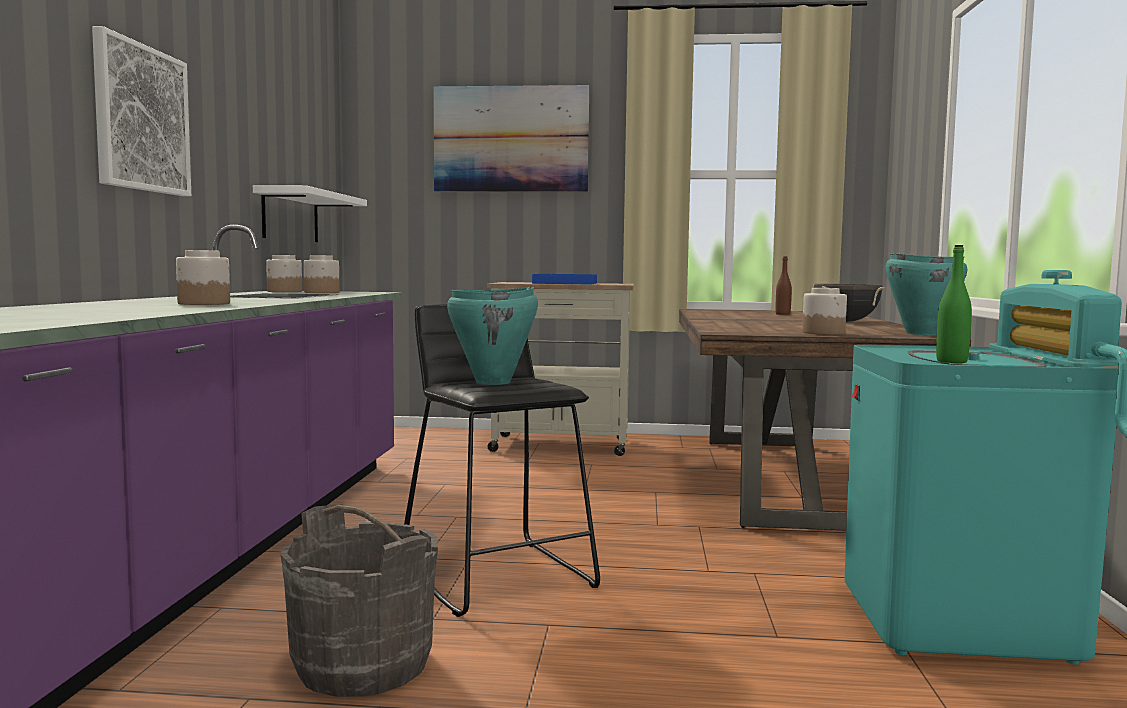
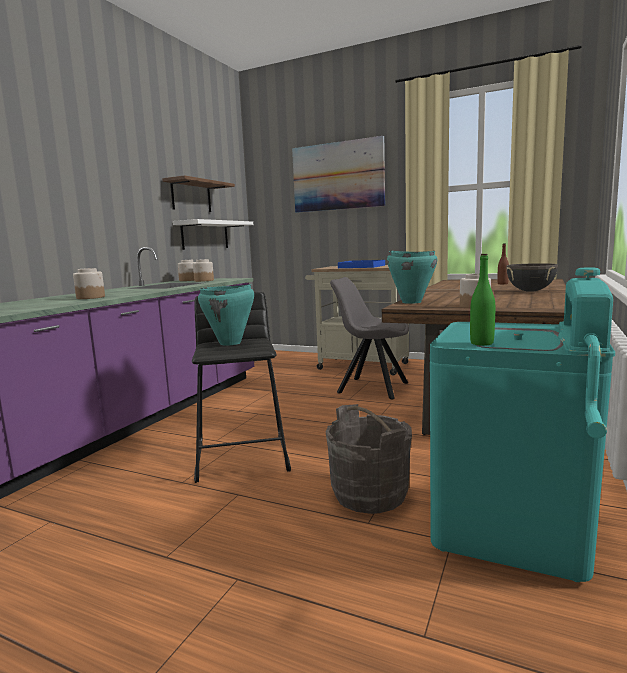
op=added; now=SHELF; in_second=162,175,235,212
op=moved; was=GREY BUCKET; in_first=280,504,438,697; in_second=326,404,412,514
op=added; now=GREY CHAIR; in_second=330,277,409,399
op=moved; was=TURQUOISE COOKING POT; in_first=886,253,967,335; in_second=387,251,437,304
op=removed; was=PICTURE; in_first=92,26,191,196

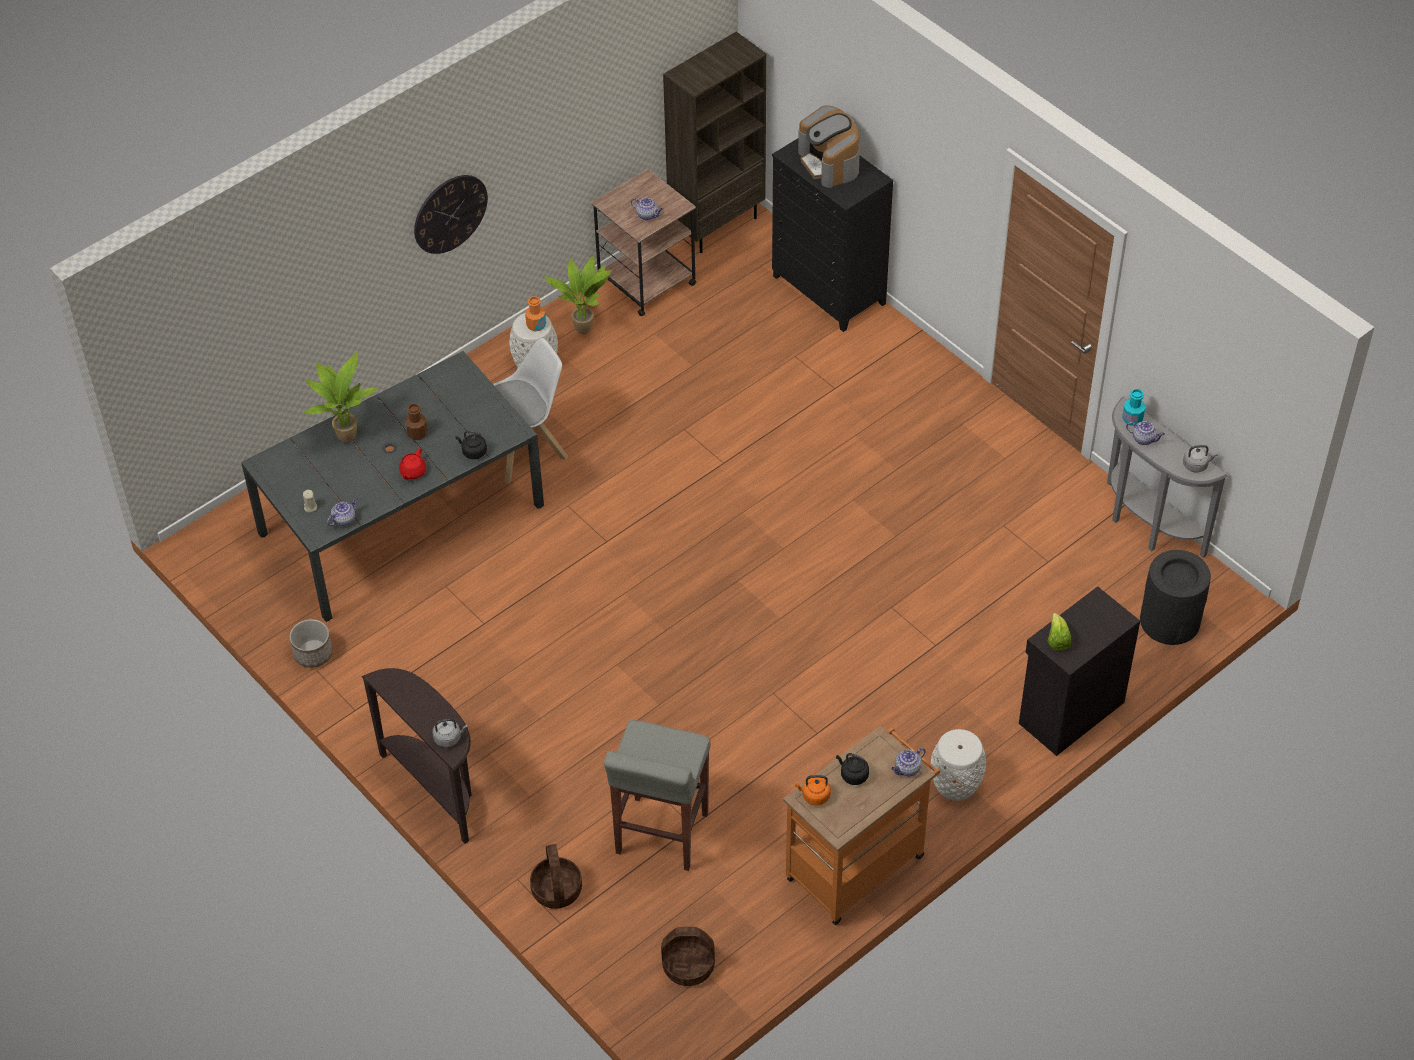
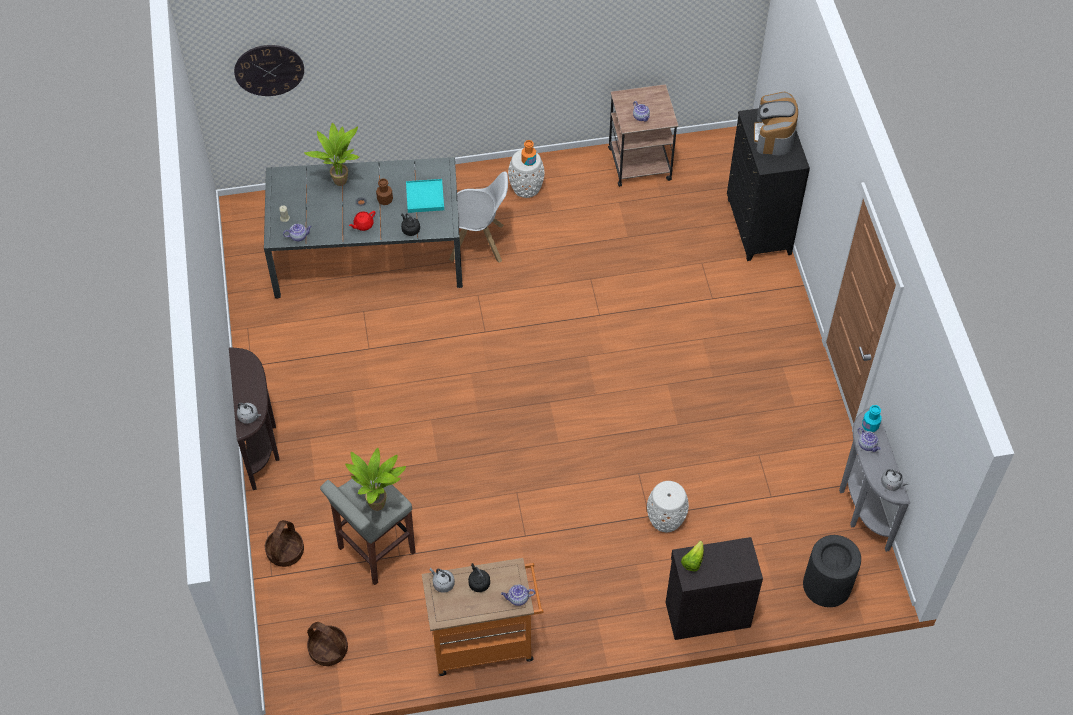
op=moved; was=WALL CLOCK; in_first=414,175,488,254; in_second=234,45,304,96
op=moved; was=POTTED PLANT; in_first=544,256,612,334; in_second=345,448,406,511
op=added; now=TURQUOISE TRAY; in_second=406,179,444,213
op=recoloured; was=ORANGE KETTLE; now=GREY KETTLE; in_first=795,775,831,806; in_second=430,568,455,593
op=moved; was=WHITE STOOL; in_first=931,729,986,801; in_second=647,481,689,532
op=removed; was=PLANTER; in_first=289,619,333,668
op=removed; was=BROWN BOOKCASE; in_first=663,32,766,253

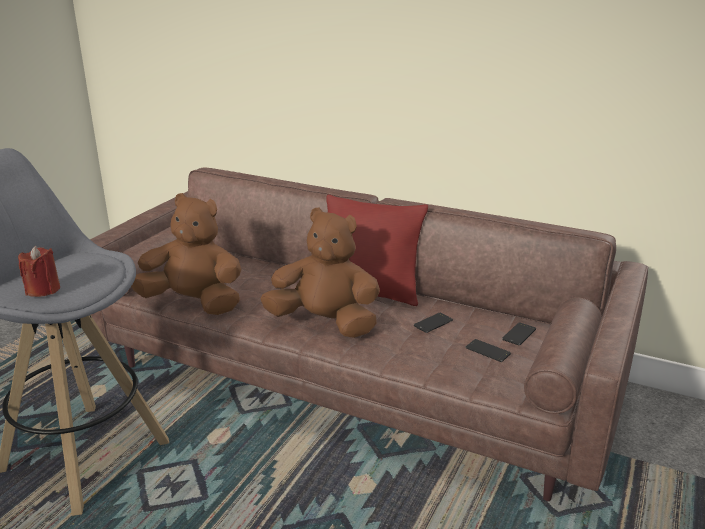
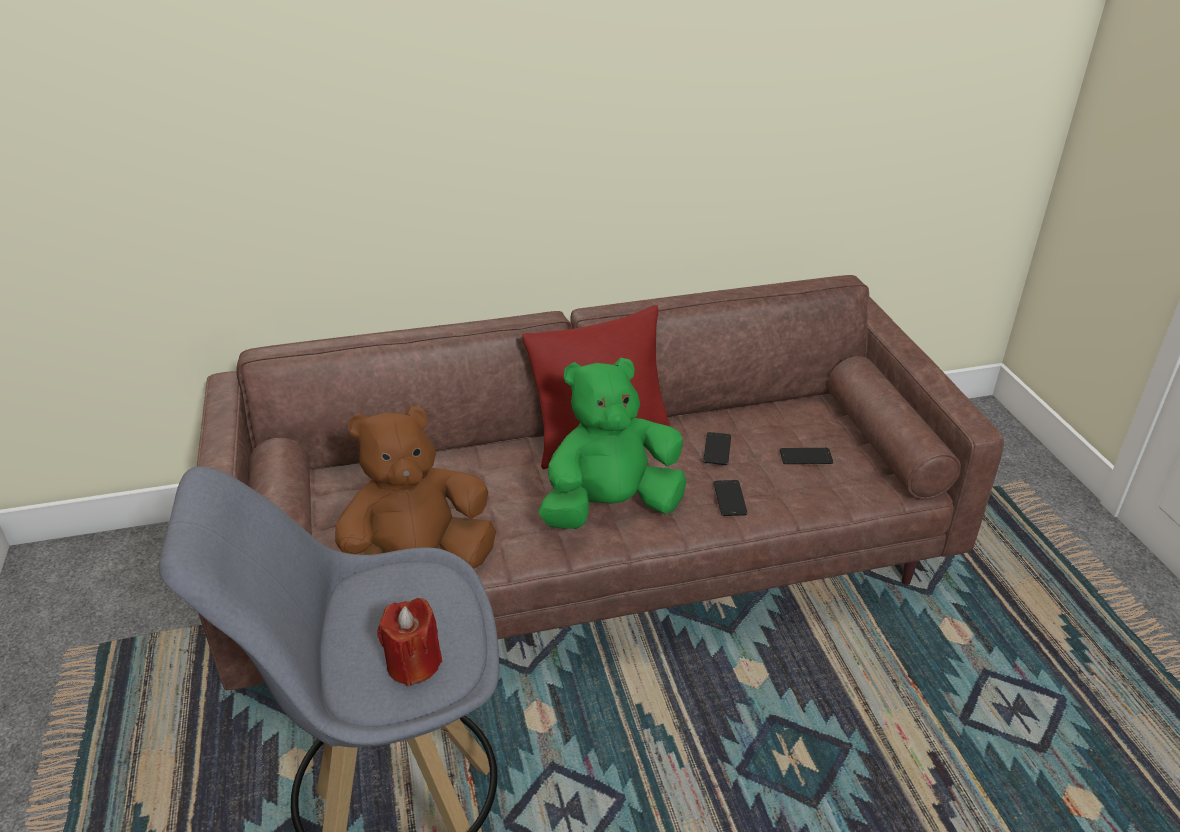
op=recoloured; was=BROWN PLUSH TOY; now=GREEN PLUSH TOY; in_first=260,208,380,338; in_second=538,358,686,529
op=moved; was=PHONE; in_first=502,322,536,345; in_second=714,480,747,516

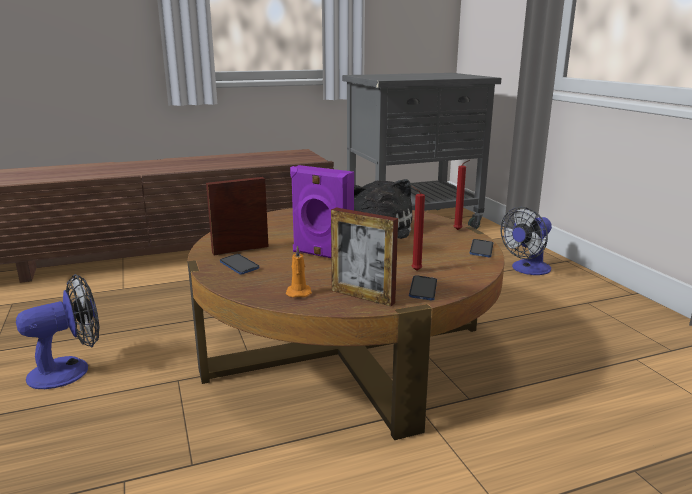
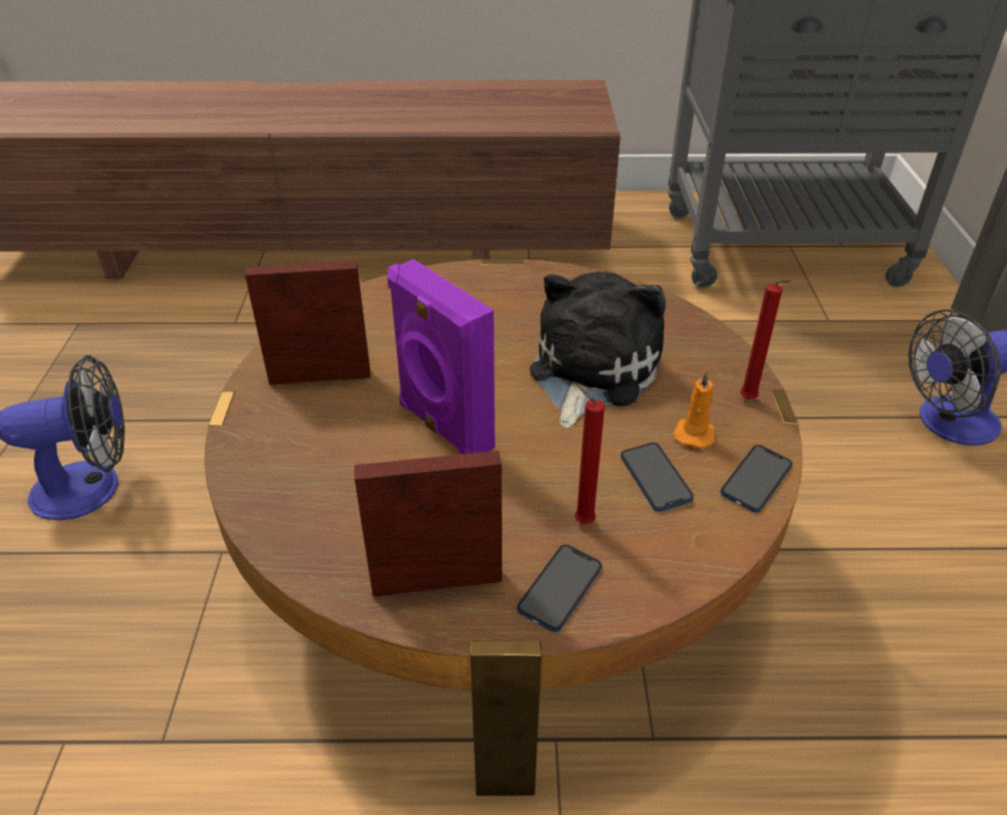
op=turned; was=PICTURE FRAME; in_first=331,207,398,306; in_second=354,451,502,597; clockwise=120
op=moved; was=PHONE; in_first=220,254,259,274; in_second=621,442,694,512
op=moved; was=ORANGE CANDLE; in_first=286,245,312,297; in_second=673,370,715,449

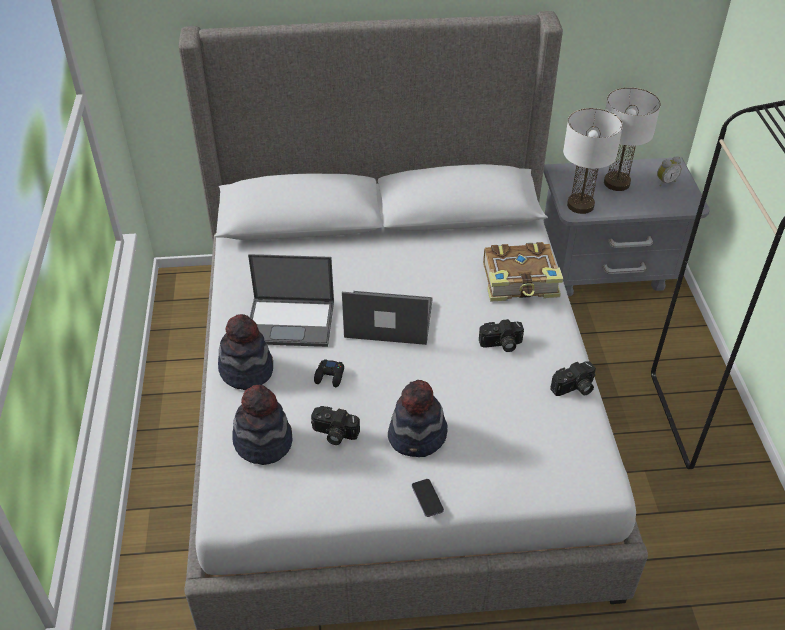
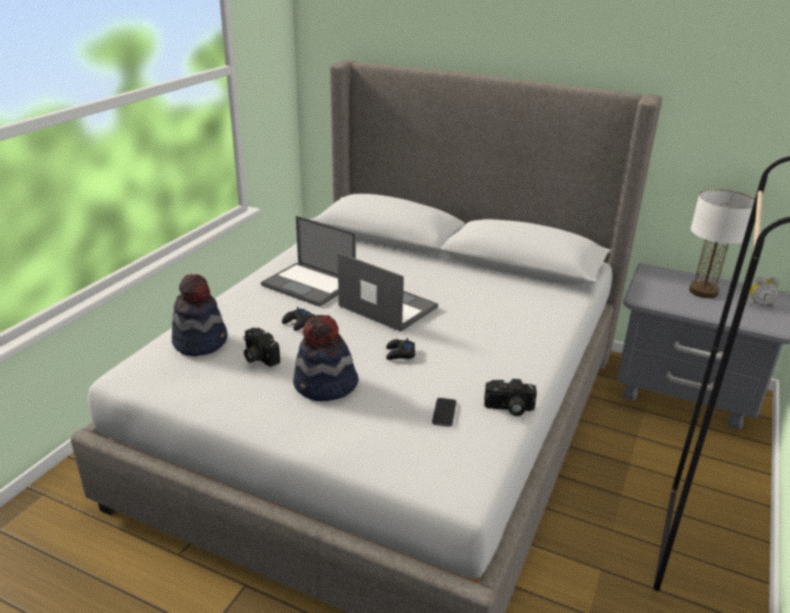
op=added; now=BLACK GAME CONTROLLER; in_second=386,338,415,360
op=moved; was=PHONE; in_first=412,479,444,517; in_second=432,398,457,427
op=removed; was=HAT; in_first=218,314,273,390
op=removed; was=PHOTO CAMERA; in_first=479,319,524,352
op=removed; was=BOOK; in_first=483,242,563,302
op=removed; was=TABLE LAMP; in_first=563,108,623,214

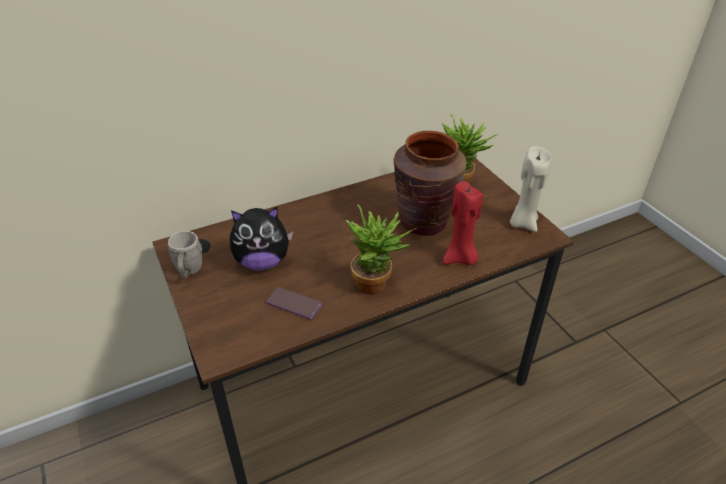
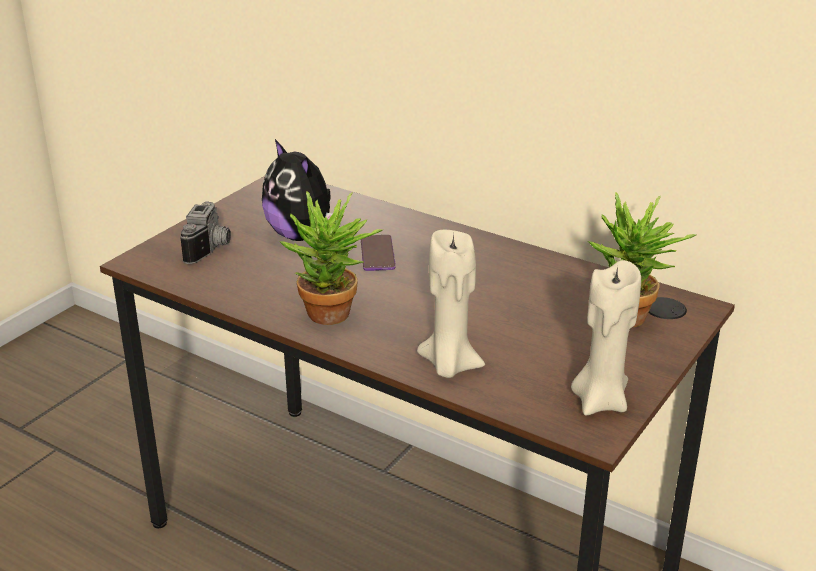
op=added; now=PHOTO CAMERA; in_second=180,202,231,264
op=moved; was=PHONE; in_first=266,287,322,319; in_second=361,235,396,271
op=recoloured; was=RED CANDLE; now=BEIGE CANDLE; in_first=443,181,483,265; in_second=417,230,485,378
op=removed; was=GREY MUG; in_first=168,231,202,278
op=removed; was=BROWN VASE; in_first=394,131,467,236

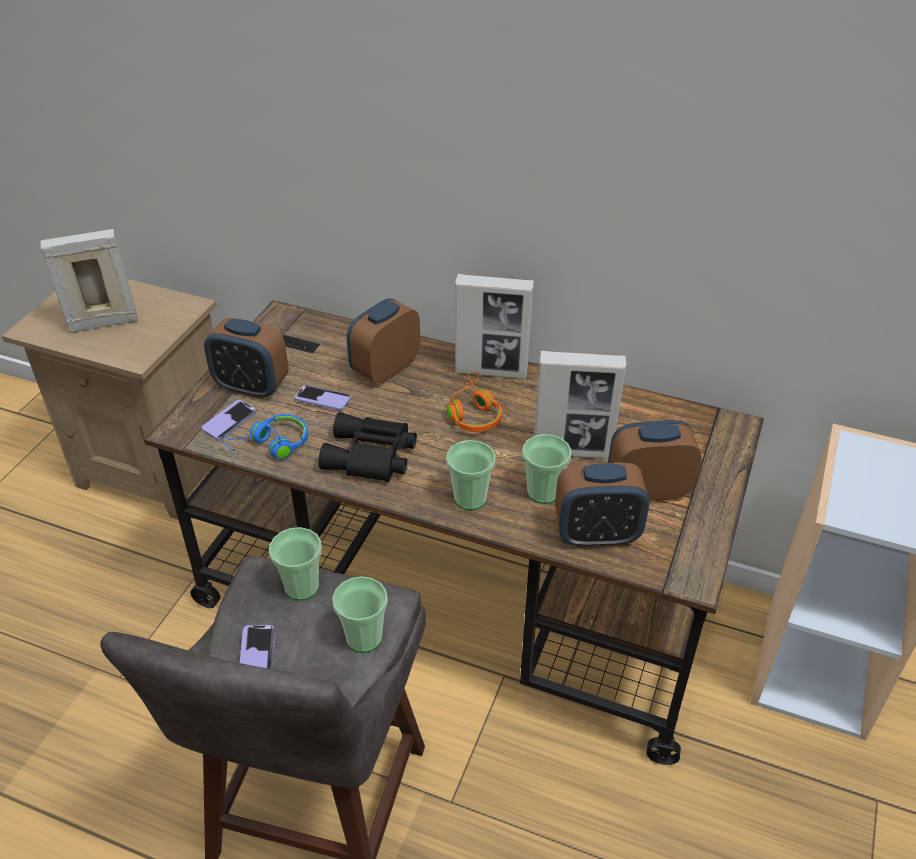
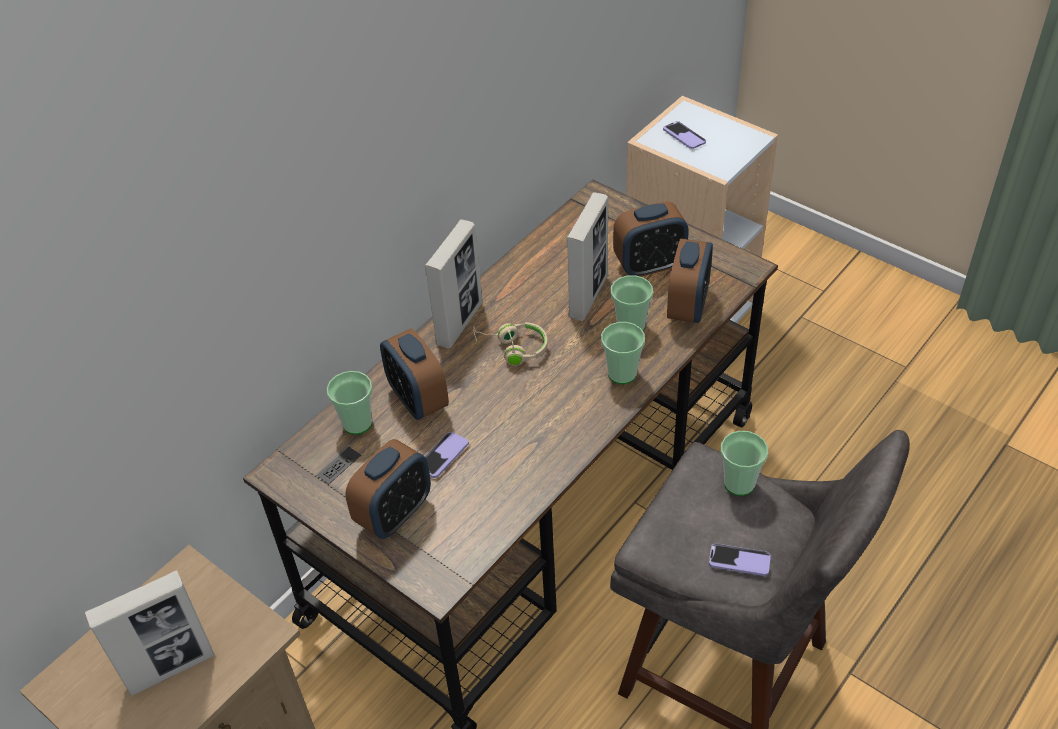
op=turned; was=PICTURE FRAME; in_first=41,229,138,333; in_second=85,570,214,696; clockwise=-120
op=moved; was=CUP; in_first=269,527,322,601; in_second=327,371,372,435
op=recoloured; was=ORANGE HEADPHONES; now=BEIGE HEADPHONES; in_first=447,371,502,432; in_second=473,322,548,366
op=turned; was=ALARM CLOCK; in_first=608,420,702,501; in_second=613,201,689,277; clockwise=-120
op=moved; was=PHONE; in_first=202,400,256,440; in_second=663,121,706,149
op=removed; was=BLUE HEADPHONES; in_first=222,414,308,460
op=removed; was=BLACK BINOCULARS; in_first=318,412,417,482

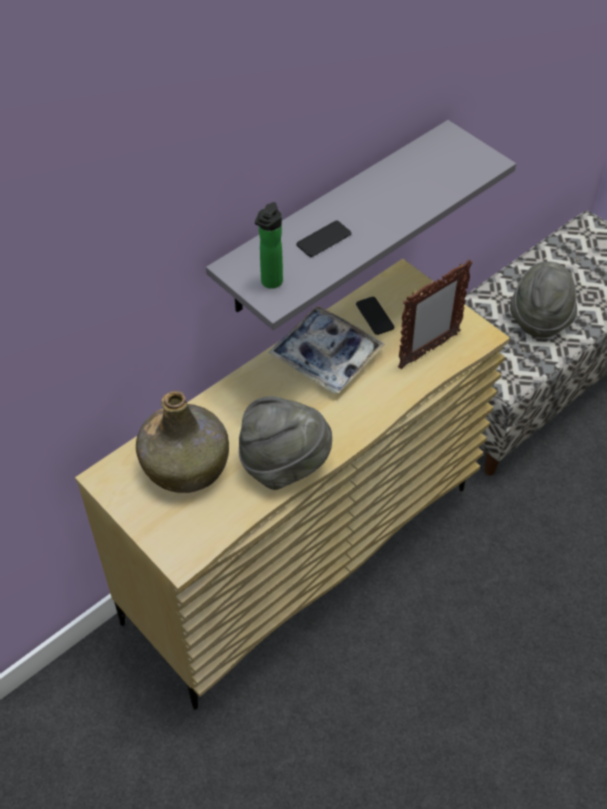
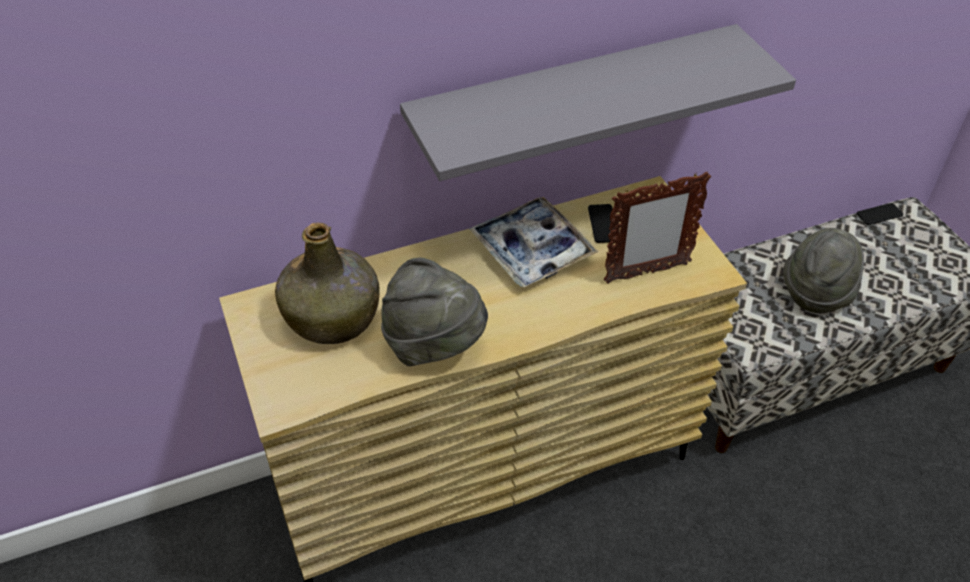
op=moved; was=PHONE; in_first=296,221,351,257; in_second=857,203,903,225
op=removed; was=BOTTLE; in_first=255,202,283,289

